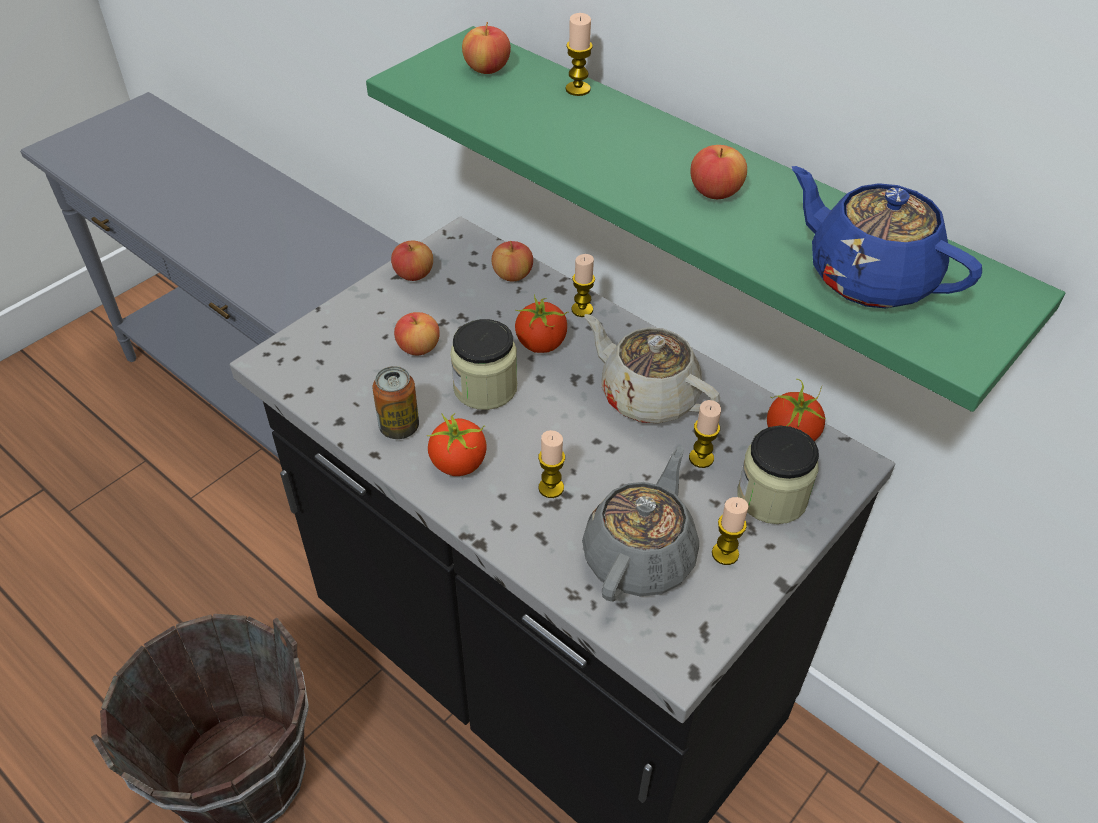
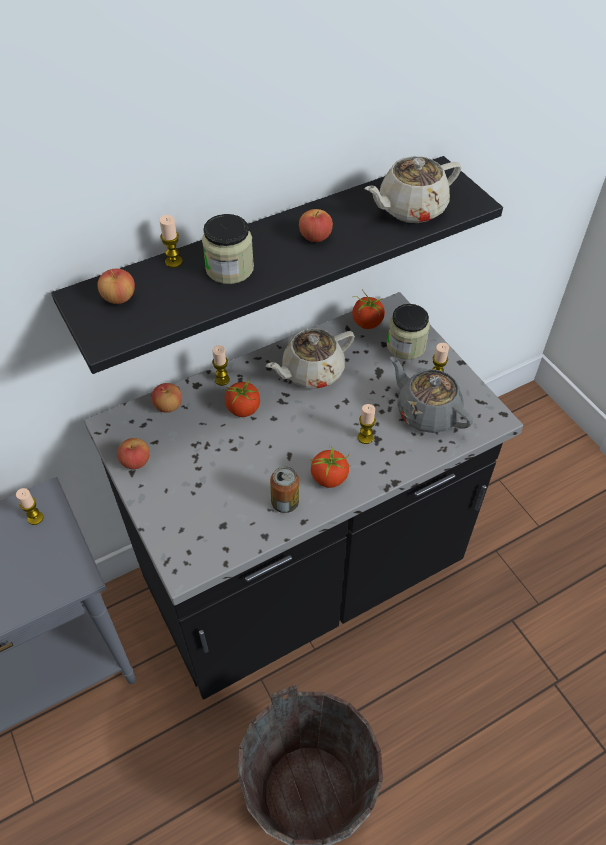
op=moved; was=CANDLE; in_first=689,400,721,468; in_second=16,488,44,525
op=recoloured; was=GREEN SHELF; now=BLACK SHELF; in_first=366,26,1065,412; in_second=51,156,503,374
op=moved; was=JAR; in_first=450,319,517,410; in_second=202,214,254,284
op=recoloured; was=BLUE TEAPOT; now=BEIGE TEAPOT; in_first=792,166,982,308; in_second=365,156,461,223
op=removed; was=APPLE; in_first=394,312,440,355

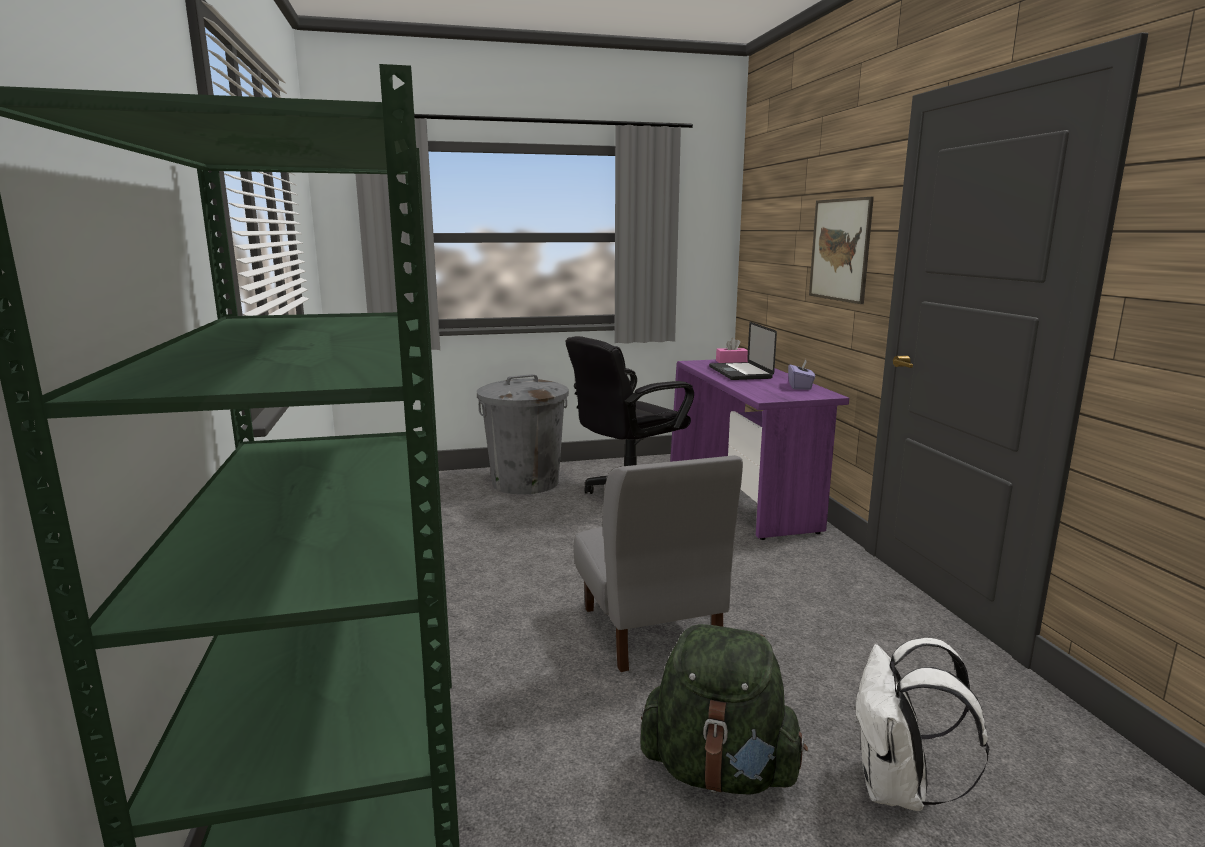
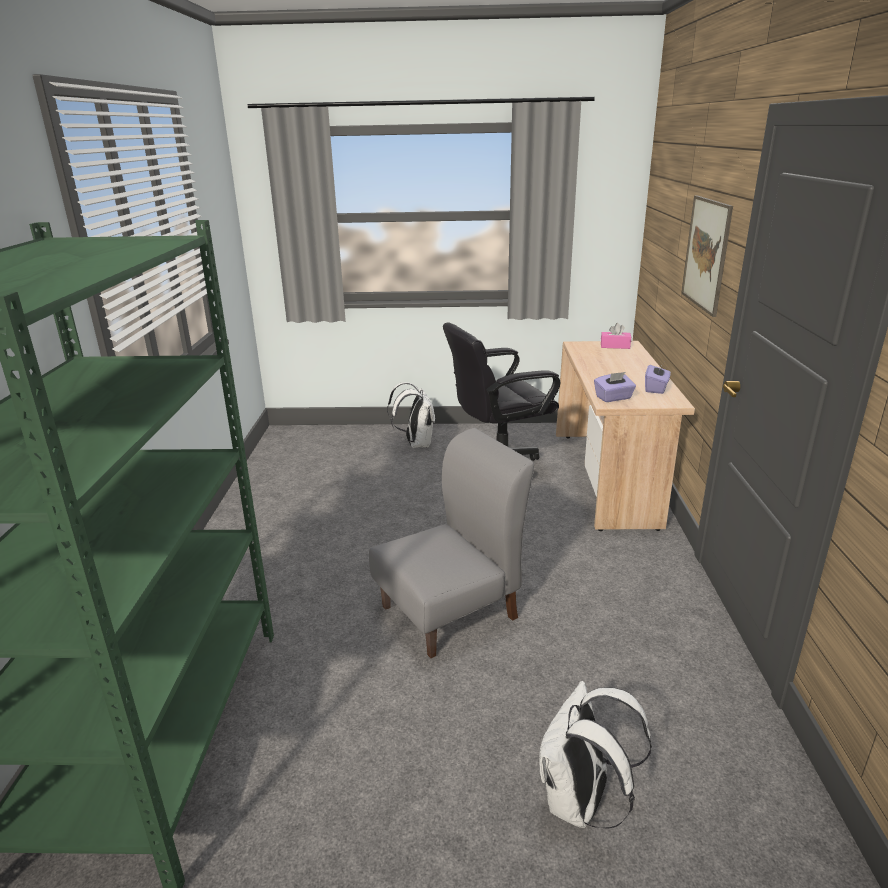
op=turned; was=GREY CHAIR; in_first=573,455,743,672; in_second=369,428,534,658; clockwise=-120
op=replaced; was=GREY TRASH CAN; now=WHITE BACKPACK; in_first=477,374,569,494; in_second=387,382,435,448
op=recoloured; was=PURPLE DESK; now=BEIGE DESK; in_first=670,359,849,540; in_second=556,341,695,531
op=added; now=PURPLE TISSUE BOX; in_second=594,372,636,402
op=removed; was=GREEN BACKPACK; in_first=640,624,808,795
op=removed; was=LAPTOP; in_first=709,322,777,380

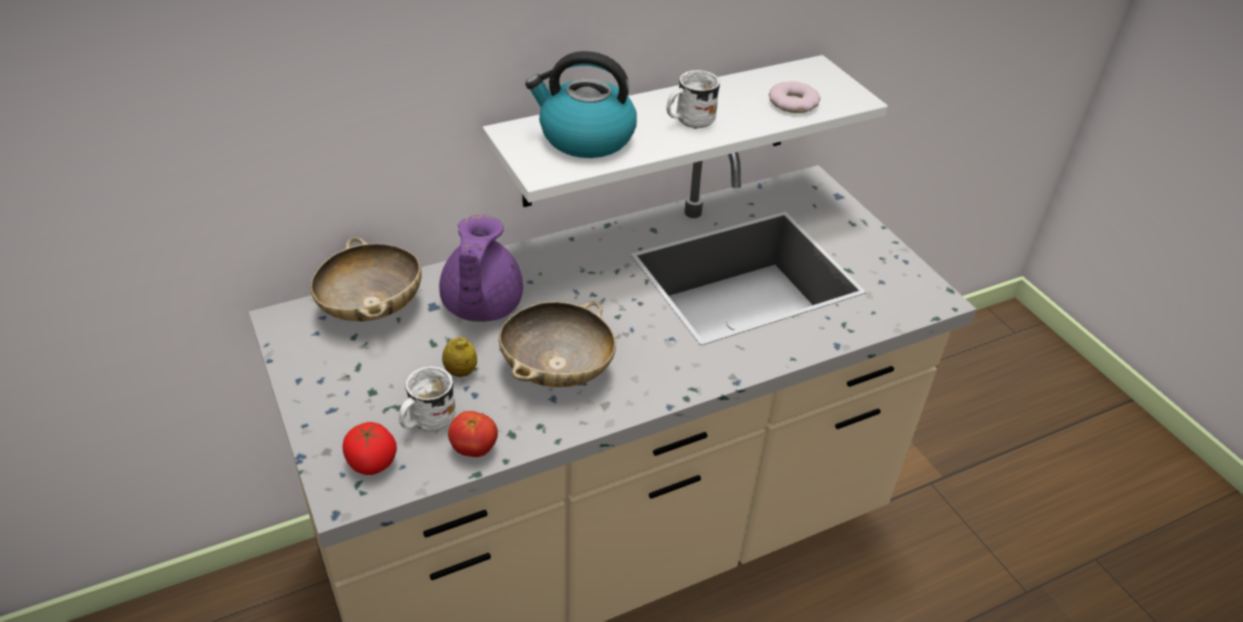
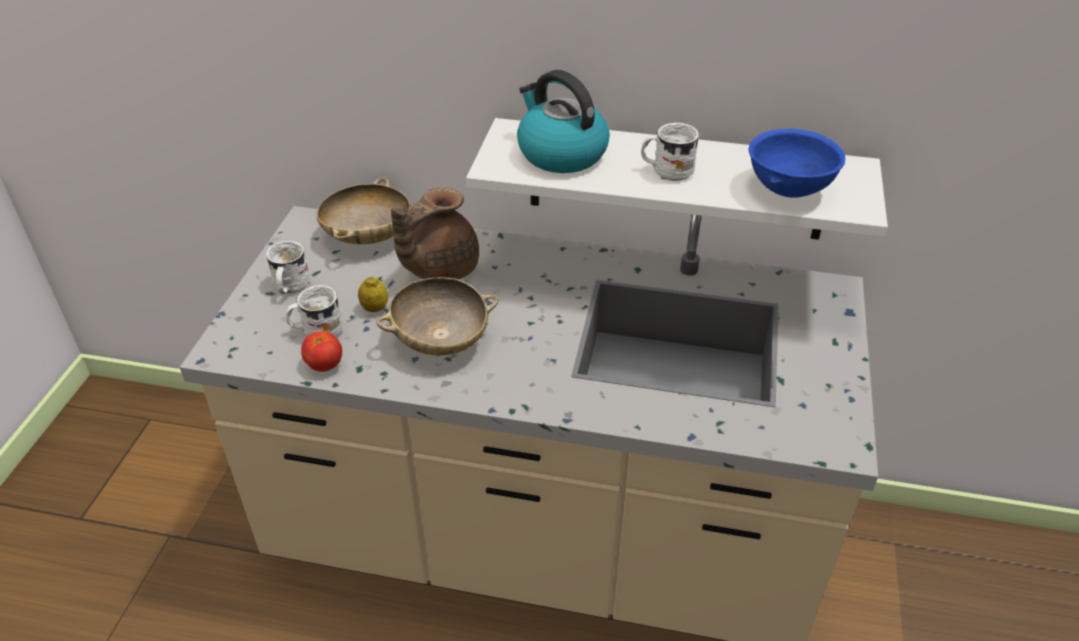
op=added; now=WHITE MUG; in_second=266,241,310,294
op=recoloured; was=PURPLE TEAPOT; now=BROWN TEAPOT; in_first=439,215,523,322; in_second=391,188,479,280
op=replaced; was=DONUT; now=BLUE BOWL; in_first=769,81,821,113; in_second=749,129,845,198
op=removed; was=TOMATO; in_first=342,422,397,475

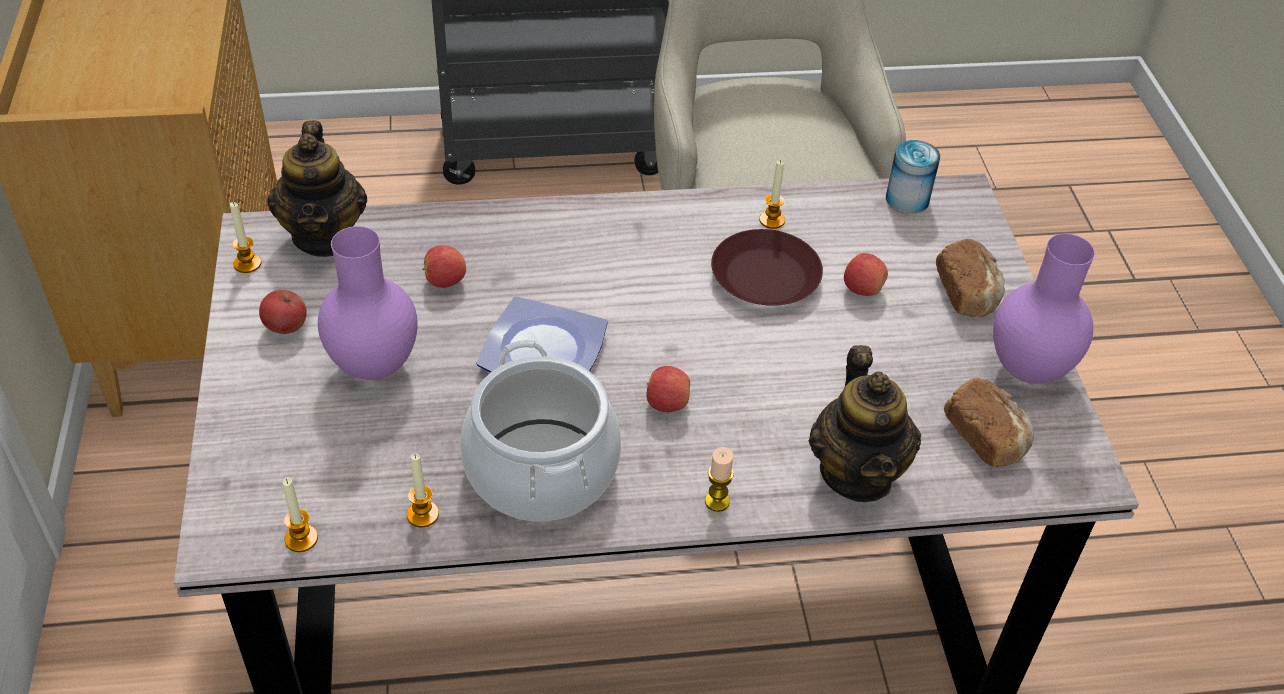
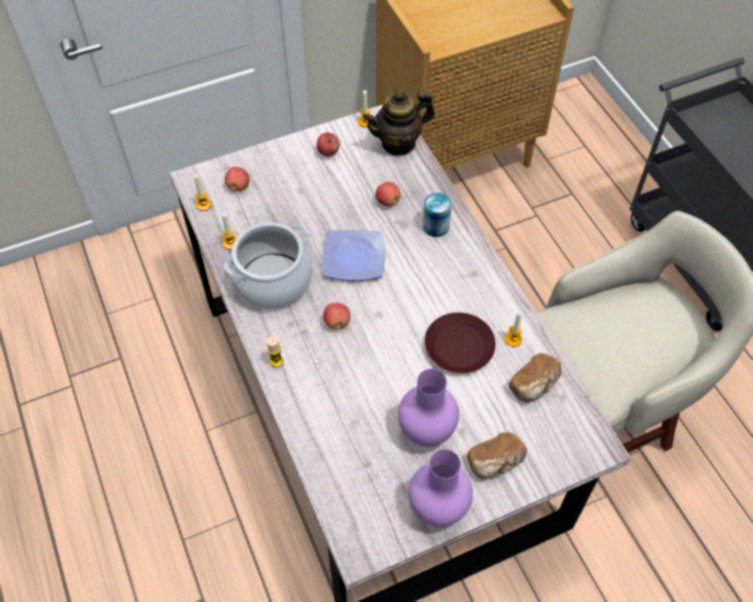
op=moved; was=APPLE; in_first=844,253,888,296; in_second=225,167,250,191
op=moved; was=PURPLE VASE; in_first=318,226,418,380; in_second=398,369,459,447
op=moved; was=CAN; in_first=886,140,940,214; in_second=423,193,452,237
op=moved; was=BREAD; in_first=944,378,1034,467; in_second=509,353,562,402
op=removed; was=TEAPOT; in_first=809,345,921,502

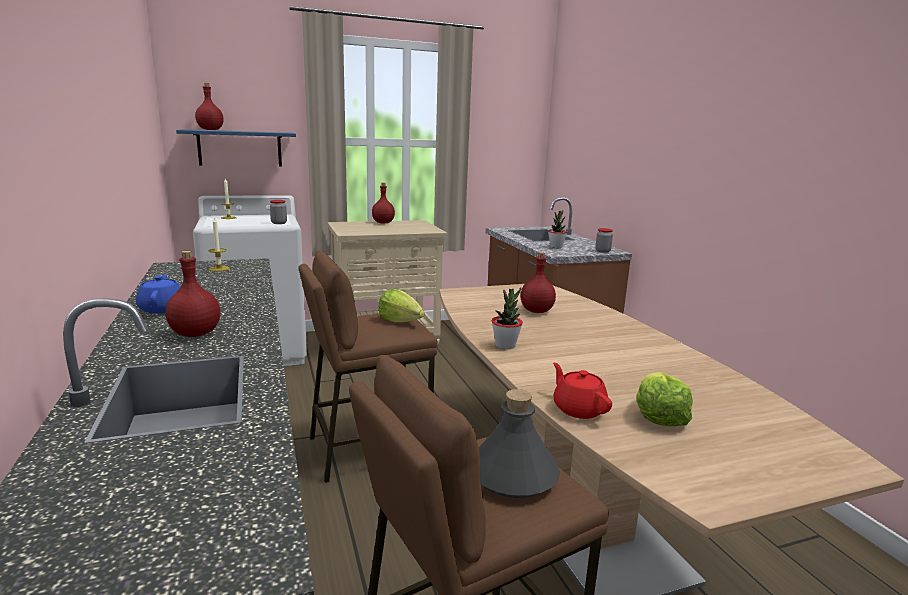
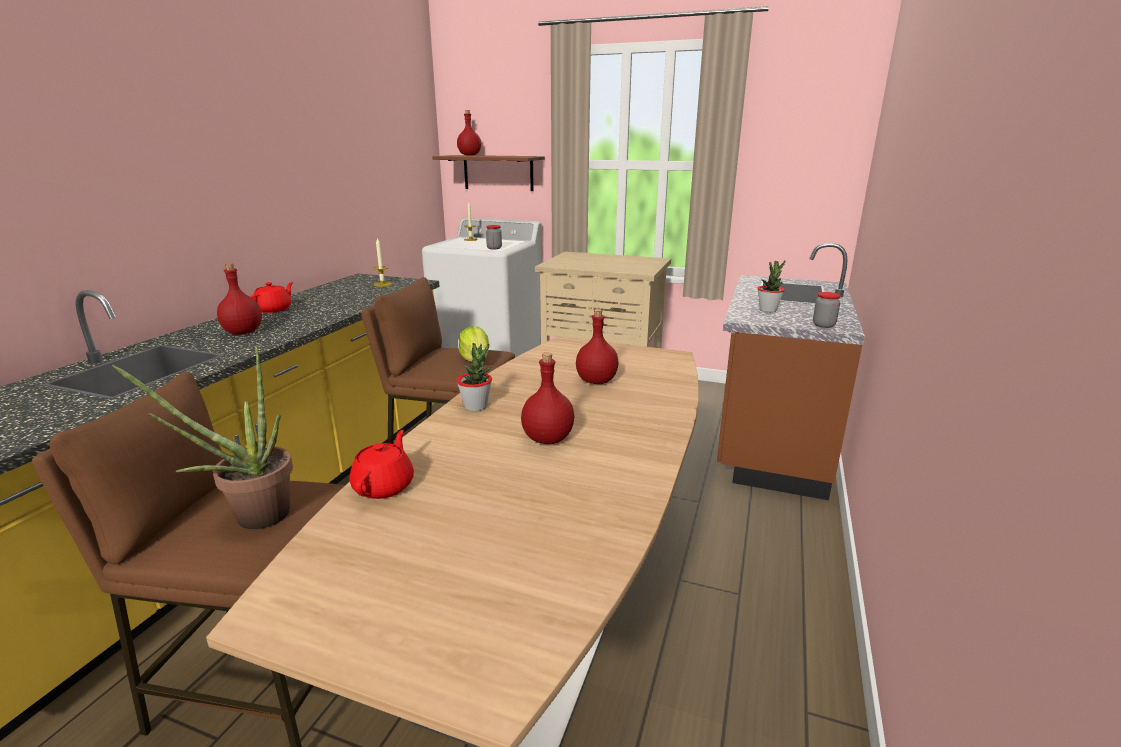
op=replaced; was=GREY BOTTLE; now=POTTED PLANT; in_first=479,389,560,498; in_second=112,346,293,529
op=recoloured; was=BLUE TEAPOT; now=RED TEAPOT; in_first=136,274,180,313; in_second=250,282,293,313
op=recoloured; was=BLUE SHELF; now=BROWN SHELF; in_first=176,129,296,166; in_second=432,155,545,191
op=moved; was=RED BOTTLE; in_first=372,182,395,223; in_second=521,352,574,444
op=removed; was=LETTUCE; in_first=636,372,693,426

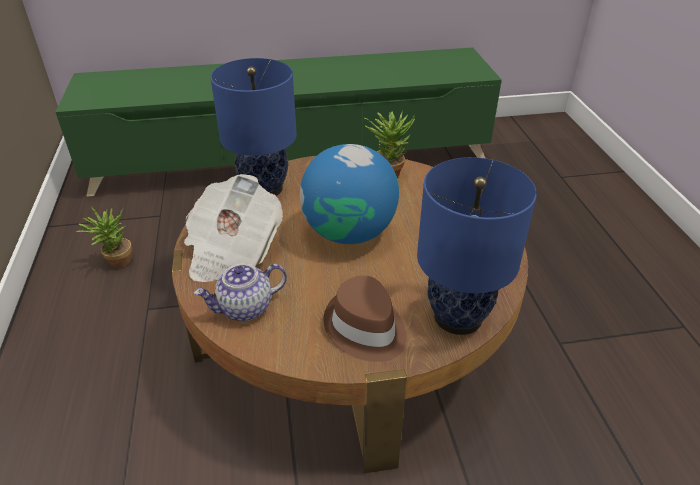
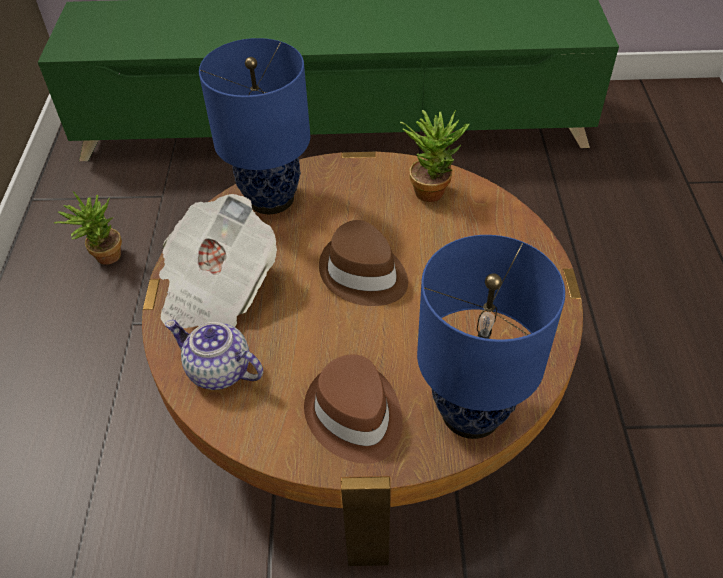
op=turned; was=TEAPOT; in_first=194,263,287,321; in_second=165,320,263,390; clockwise=45
op=replaced; was=GLOBE; now=BROWN HAT; in_first=300,144,399,244; in_second=319,220,408,306

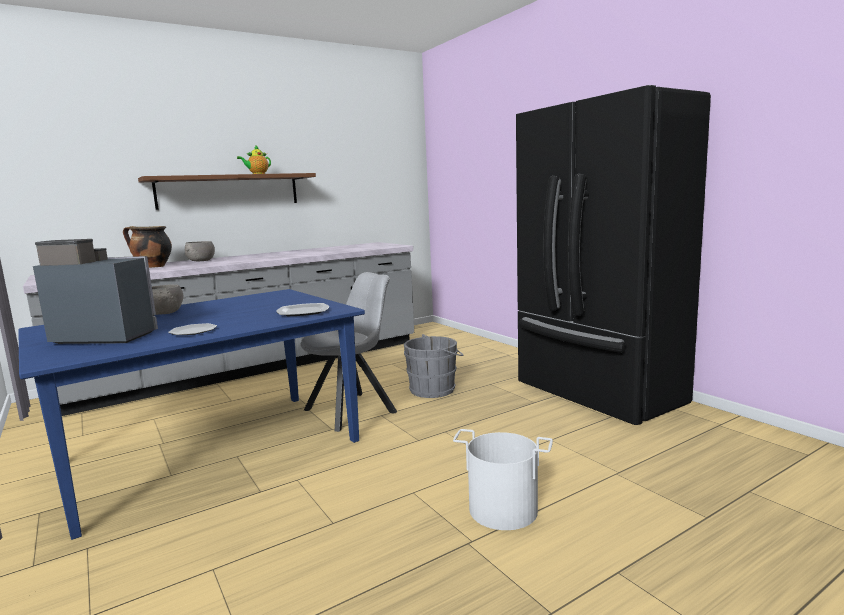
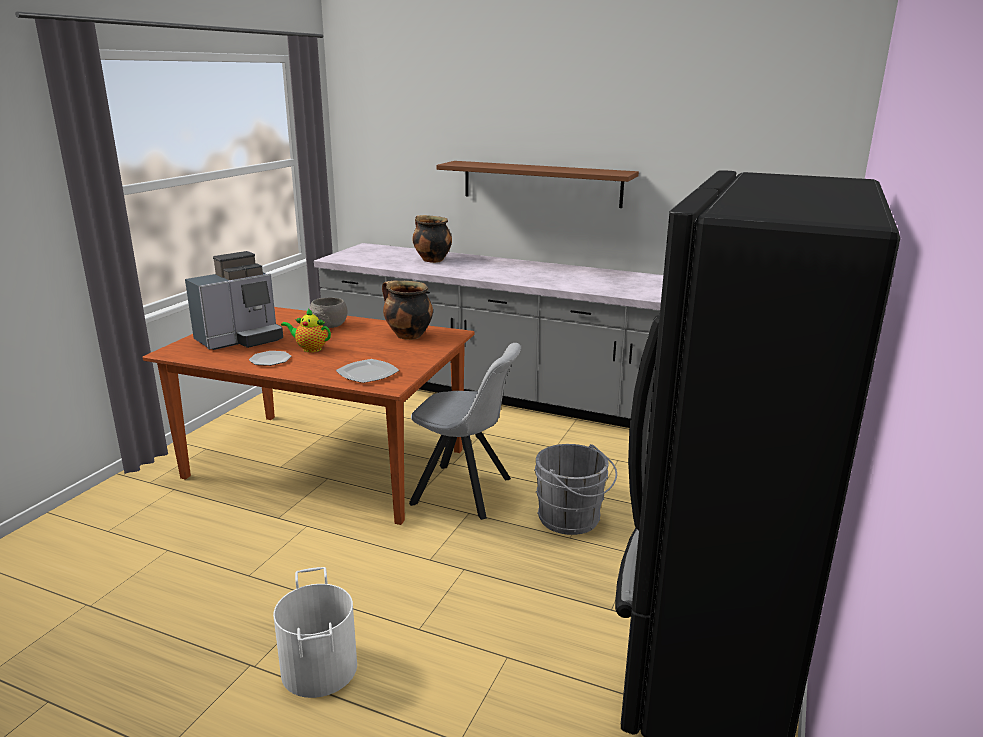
op=recoloured; was=BLUE DINING TABLE; now=BROWN DINING TABLE; in_first=18,289,365,540; in_second=142,307,474,525
op=turned; was=COFFEE MACHINE; in_first=33,239,158,344; in_second=185,251,283,350; clockwise=75
op=moved; was=TEAPOT; in_first=237,145,271,174; in_second=281,308,331,352
op=added; now=COOKING POT; in_second=382,280,433,340
op=removed; was=GREY BOWL; in_first=184,241,215,261

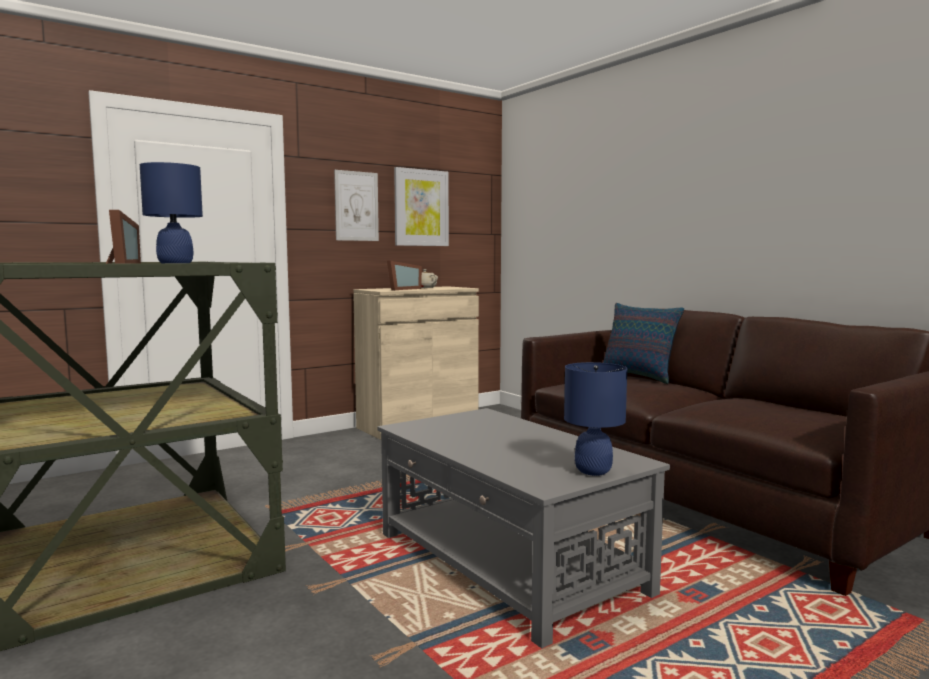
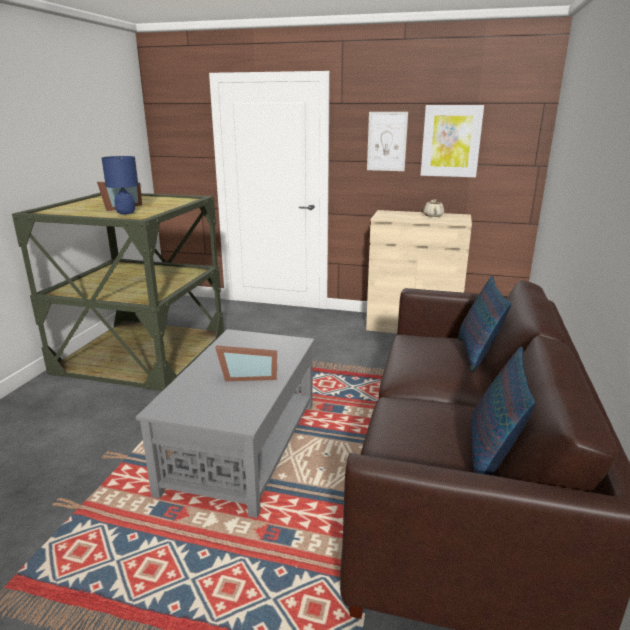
op=moved; was=PICTURE FRAME; in_first=387,261,422,290; in_second=215,345,277,381
op=added; now=BLUE PILLOW; in_second=471,347,536,475
op=removed; was=BLUE TABLE LAMP; in_first=564,362,627,476

